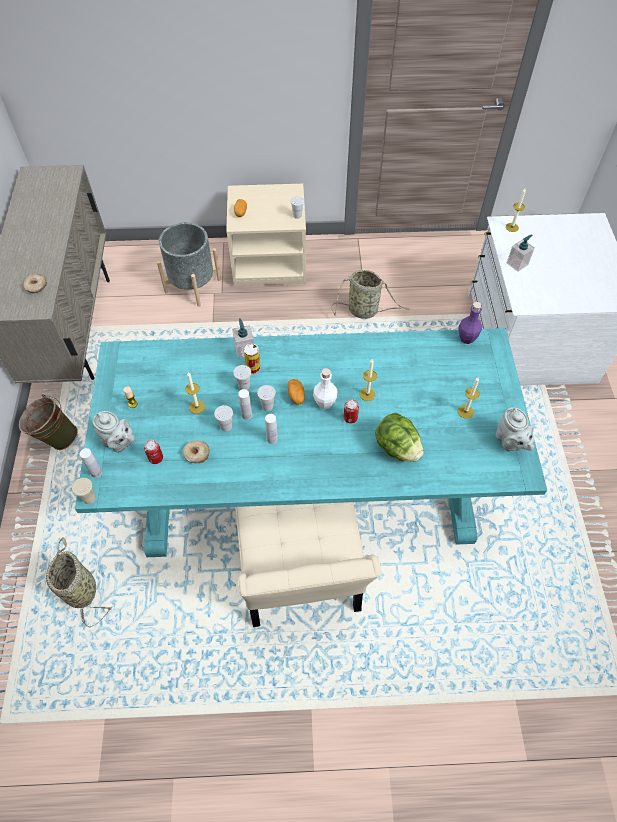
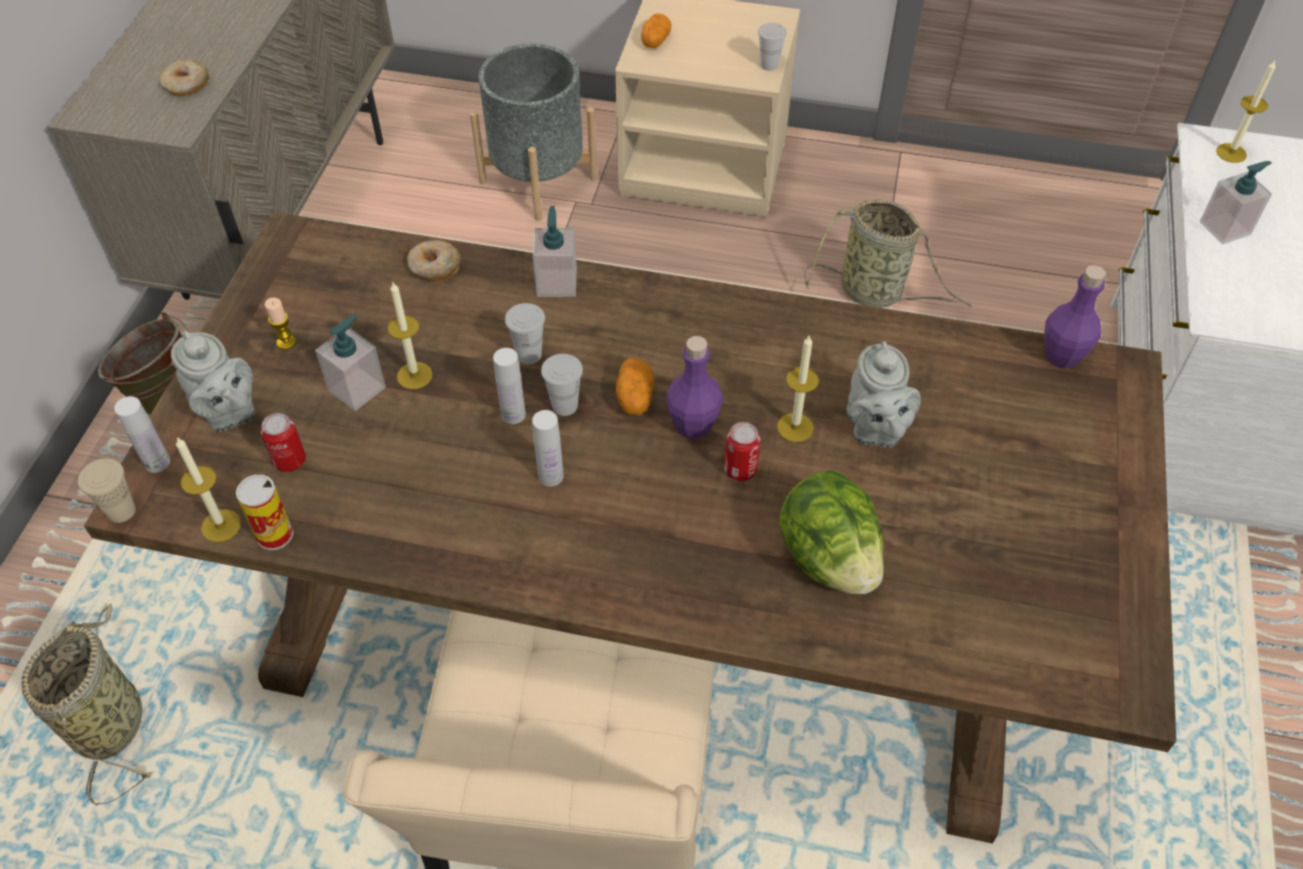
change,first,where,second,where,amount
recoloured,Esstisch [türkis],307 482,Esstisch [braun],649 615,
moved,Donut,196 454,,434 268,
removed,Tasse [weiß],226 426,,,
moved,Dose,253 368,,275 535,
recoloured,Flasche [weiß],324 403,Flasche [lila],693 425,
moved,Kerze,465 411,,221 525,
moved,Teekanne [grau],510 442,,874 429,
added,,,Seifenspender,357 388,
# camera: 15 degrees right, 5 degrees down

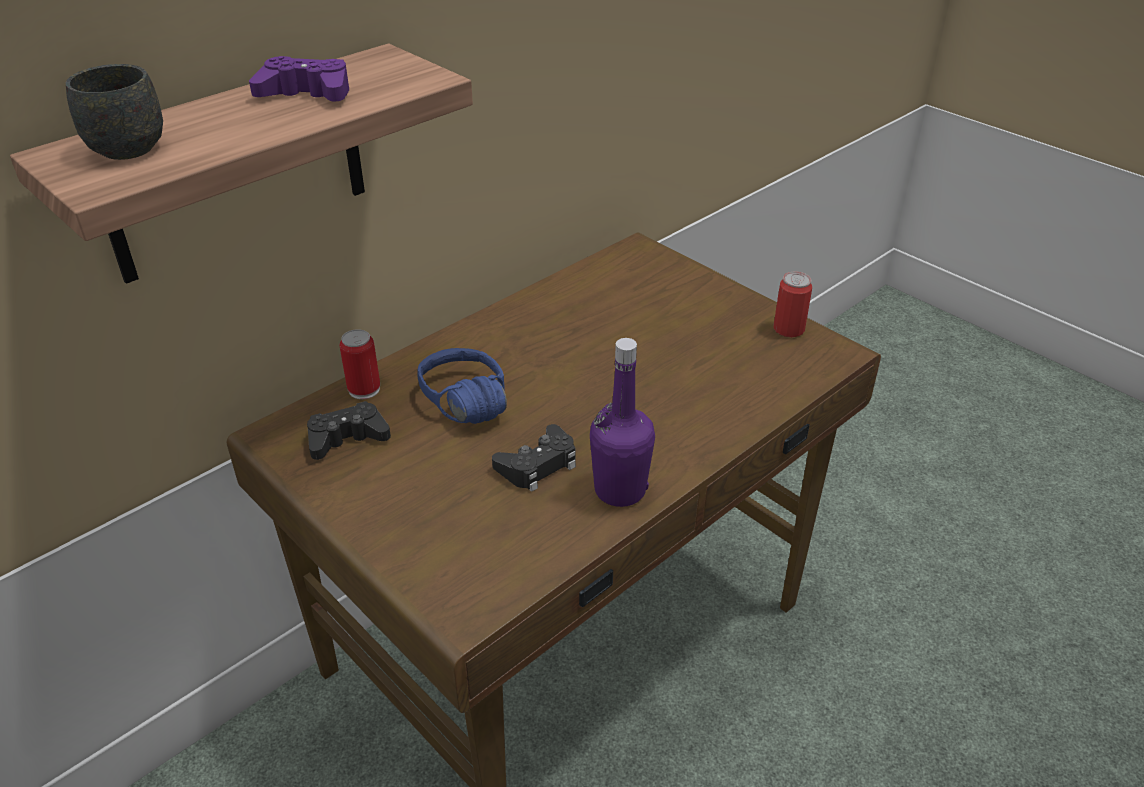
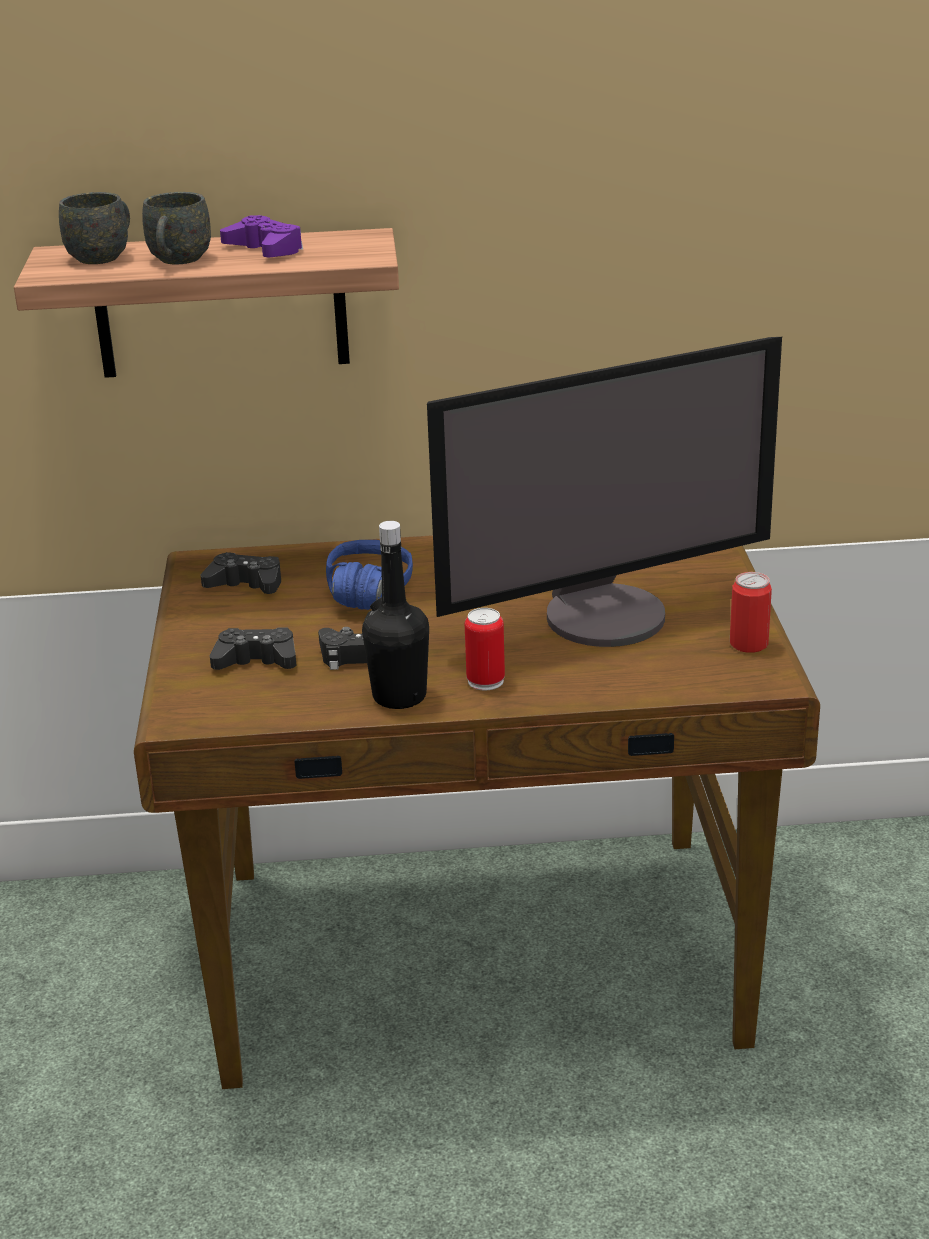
change,first,where,second,where,amount
moved,Dose,364 389,,485 681,
recoloured,Flasche [lila],620 490,Flasche [schwarz],399 696,
added,,,Henkelbecher [grau],177 261,
added,,,Gamepad [schwarz],256 660,
added,,,Monitor,605 615,
# camera: 40 degrees right, 10 degrees down

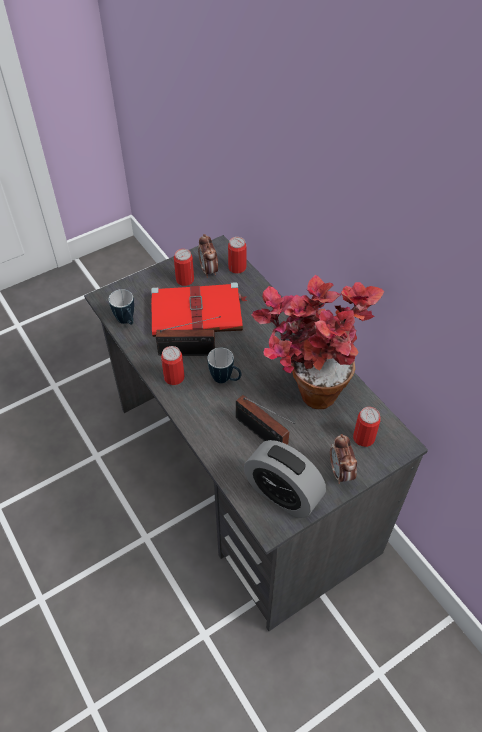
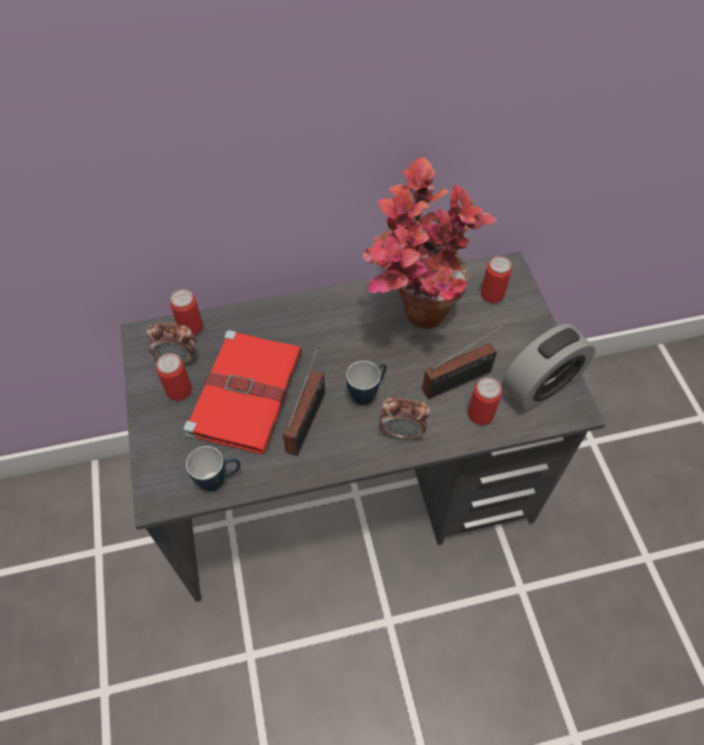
change,first,where,second,where,amount
moved,Dose,174 377,,480 414,
moved,Wecker,340 472,,402 431,
# camera: 70 degrees left, 5 degrees up

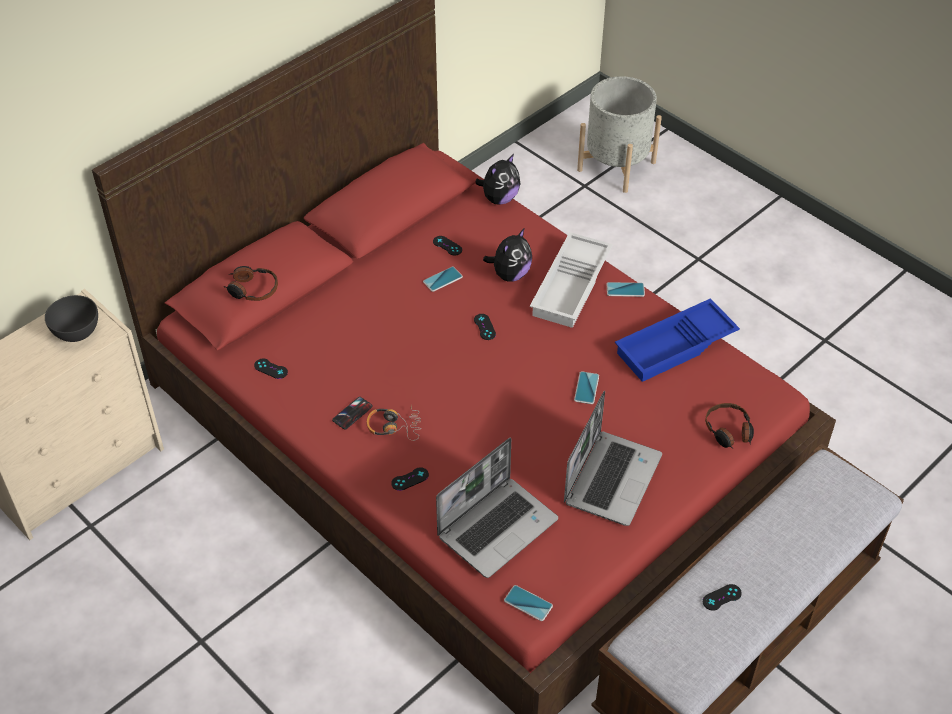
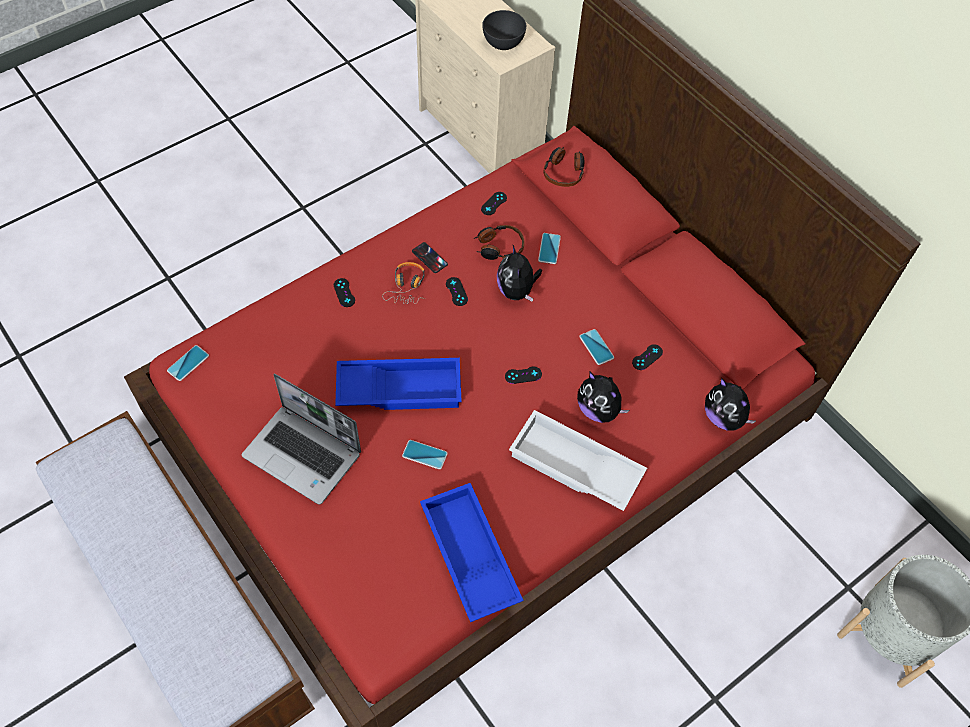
change,first,where,second,where,amount
removed,Laptop,497 527,,,
moved,Handy,625 290,,549 249,
moved,Gamepad [schwarz],722 597,,456 291,
moved,Kopfhörer,729 431,,499 247,
added,,,Tablett [blau],400 387,
added,,,Plüschtier,517 291,
# camera: 95 degrees right, 10 degrees up

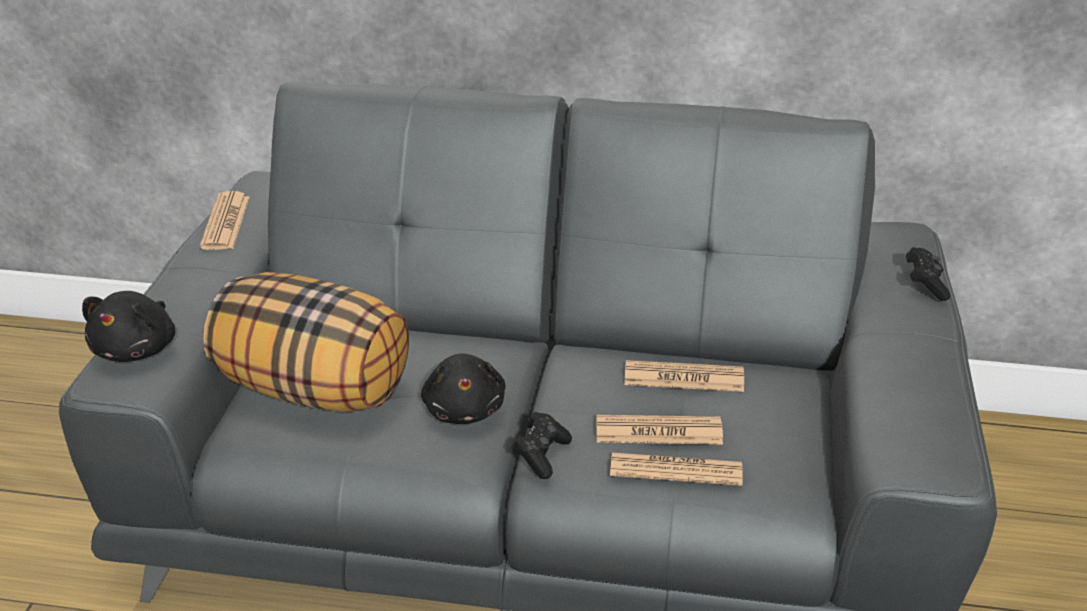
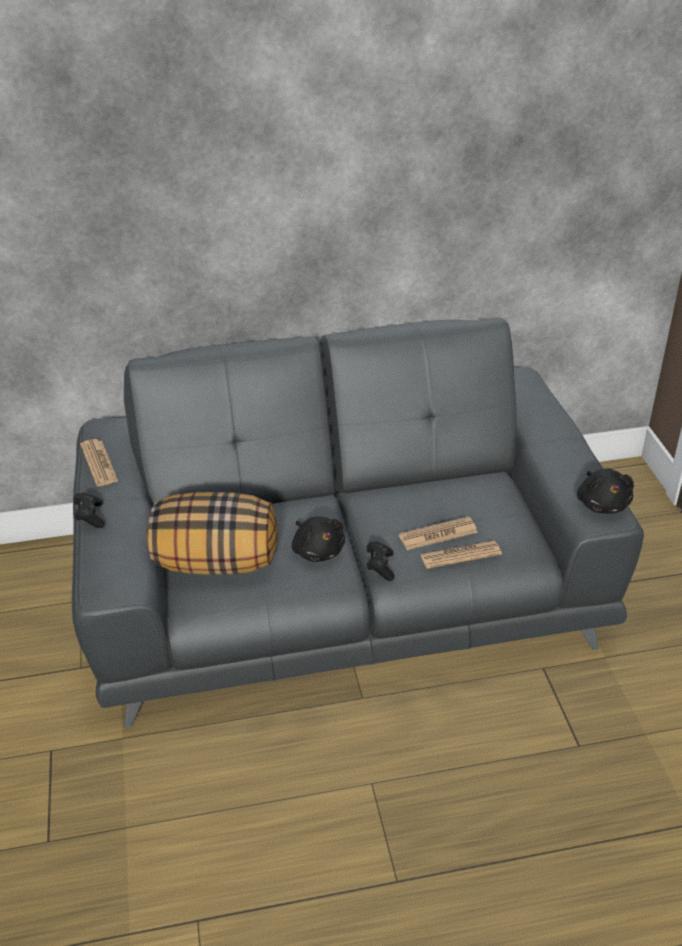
change,first,where,second,where,amount
moved,Plüschtier [schwarz],137 349,,602 503,
removed,Zeitung,683 378,,,
moved,Gamepad [schwarz],925 284,,90 517,
# camera: 20 degrees left, 5 degrees up

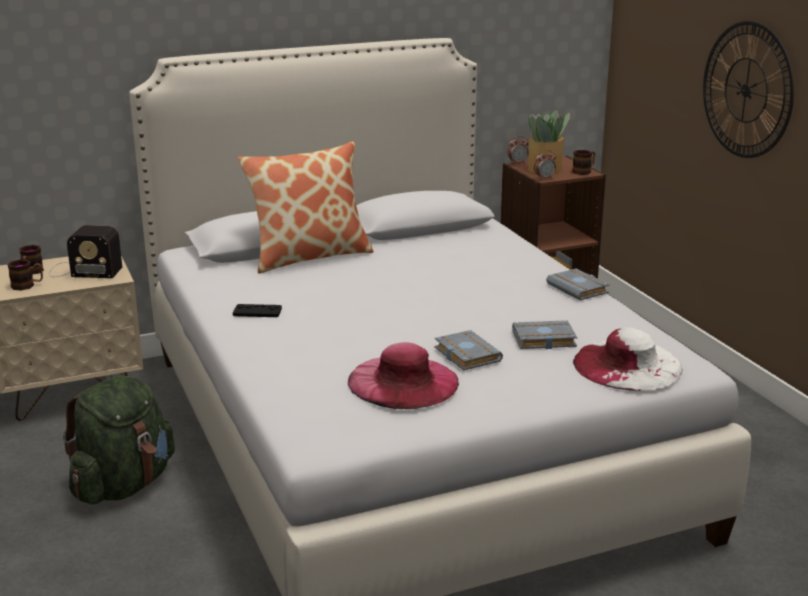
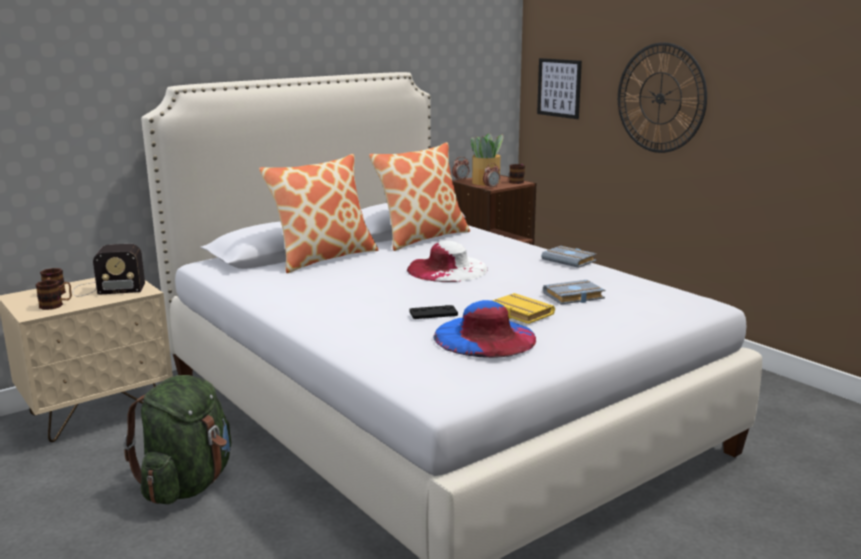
change,first,where,second,where,amount
moved,Gamepad [schwarz],257 312,,433 313,
recoloured,Hut [rosa],403 381,Hut [blau],485 337,
recoloured,Buch [grau],465 355,Buch [gelb],519 313,
moved,Hut [weiß],627 365,,447 269,
added,,,Kissen,421 238,
added,,,Bild,559 88,
# camera: 15 degrees left, 5 degrees down

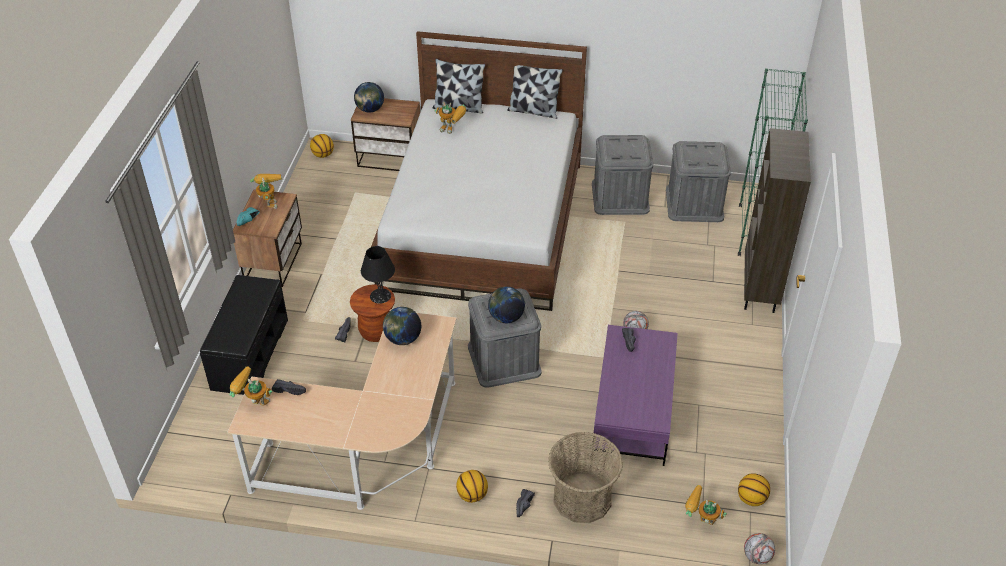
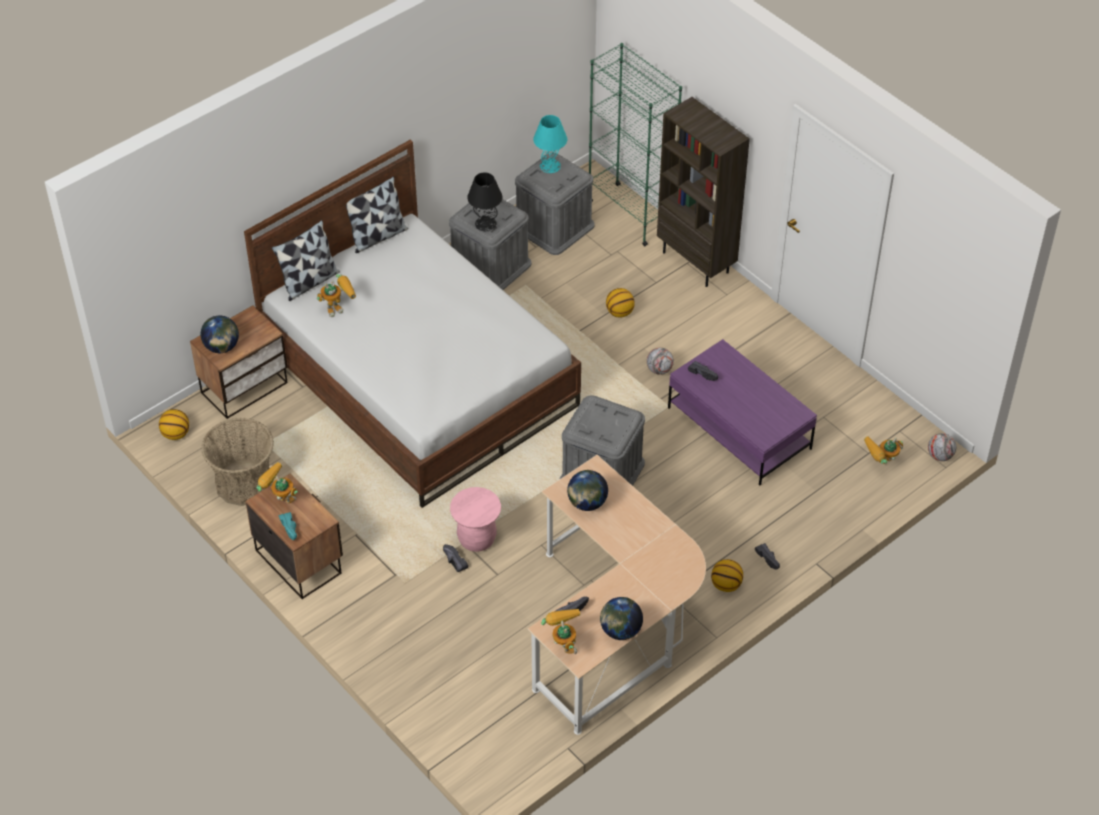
change,first,where,second,where,amount
removed,Bank [schwarz],249 354,,,
turned,Spielzeugroboter,253 404,,562 643,105 degrees clockwise
recoloured,Hocker [braun],376 332,Hocker [rosa],477 539,
moved,Tischlampe [schwarz],380 296,,486 223,
moved,Globus,506 317,,620 631,
moved,Korb,582 498,,244 483,
moved,Basketball,751 499,,619 312,
added,,,Tischlampe [türkis],550 165,
# camera: 50 degrees left, 5 degrees up

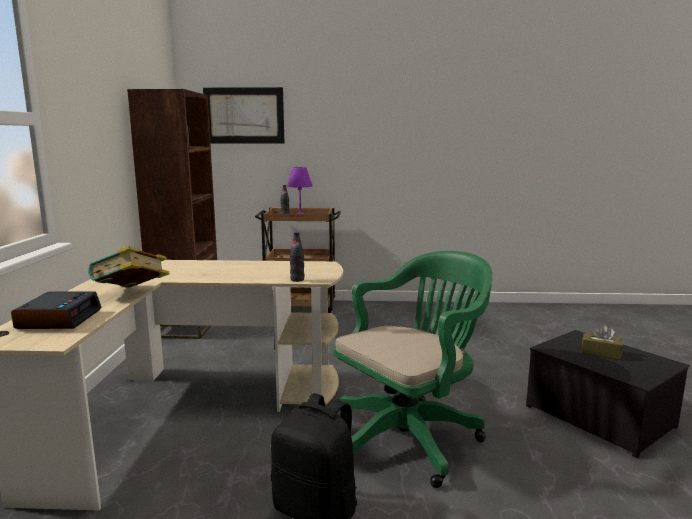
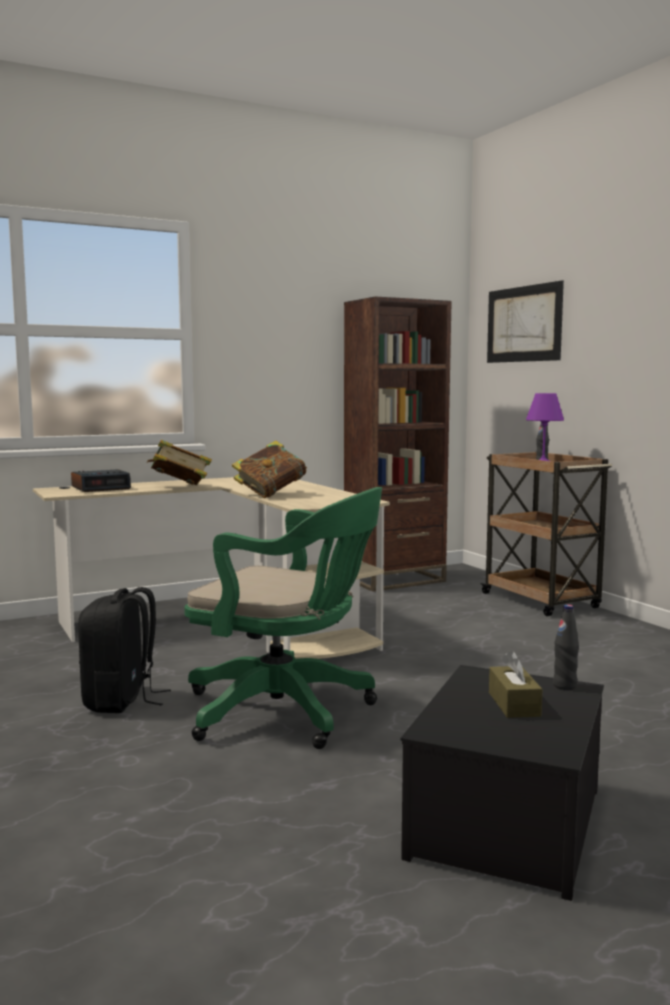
change,first,where,second,where,amount
moved,Flasche [schwarz],297 280,,564 686,
added,,,Buch,270 494,
# camera: 60 degrees right, 5 degrees down

